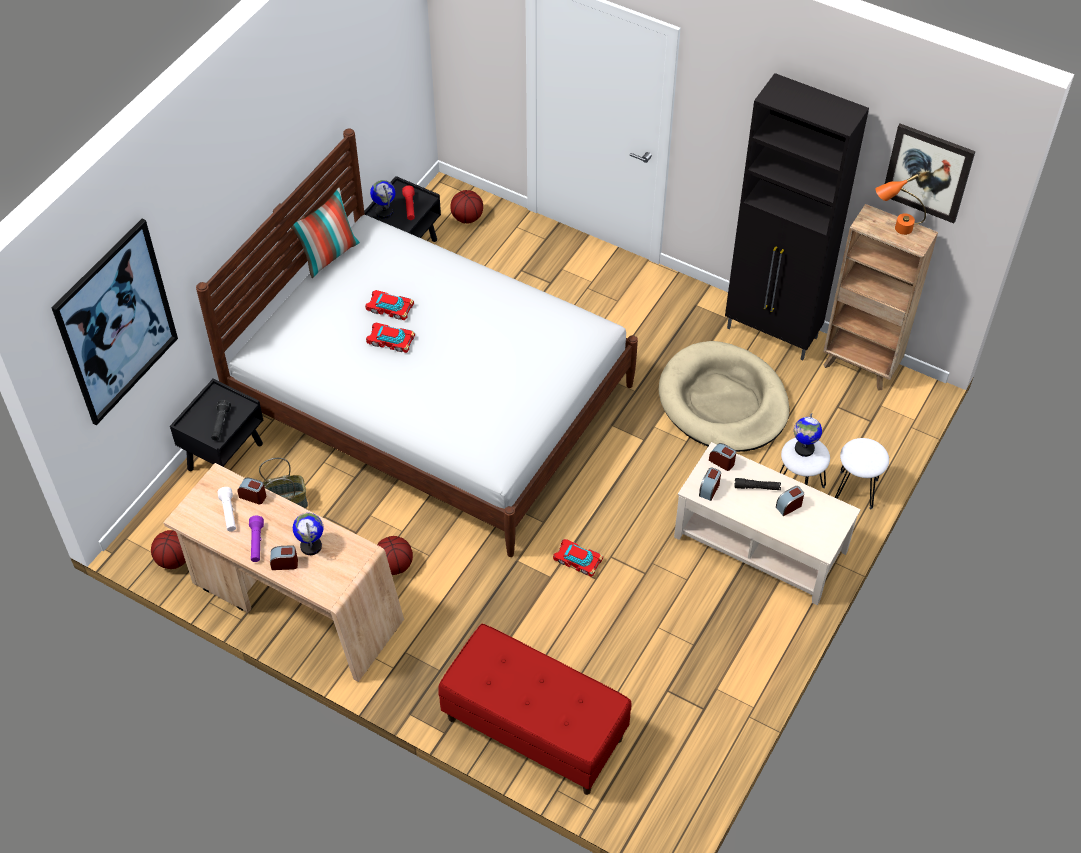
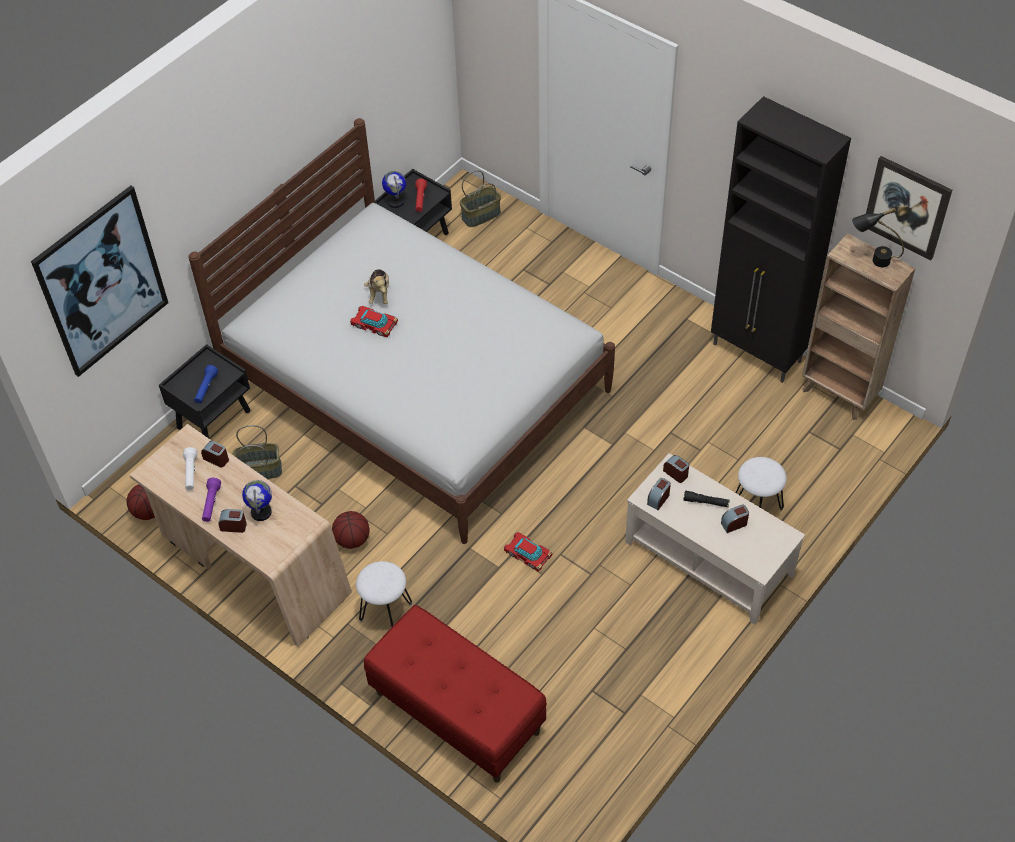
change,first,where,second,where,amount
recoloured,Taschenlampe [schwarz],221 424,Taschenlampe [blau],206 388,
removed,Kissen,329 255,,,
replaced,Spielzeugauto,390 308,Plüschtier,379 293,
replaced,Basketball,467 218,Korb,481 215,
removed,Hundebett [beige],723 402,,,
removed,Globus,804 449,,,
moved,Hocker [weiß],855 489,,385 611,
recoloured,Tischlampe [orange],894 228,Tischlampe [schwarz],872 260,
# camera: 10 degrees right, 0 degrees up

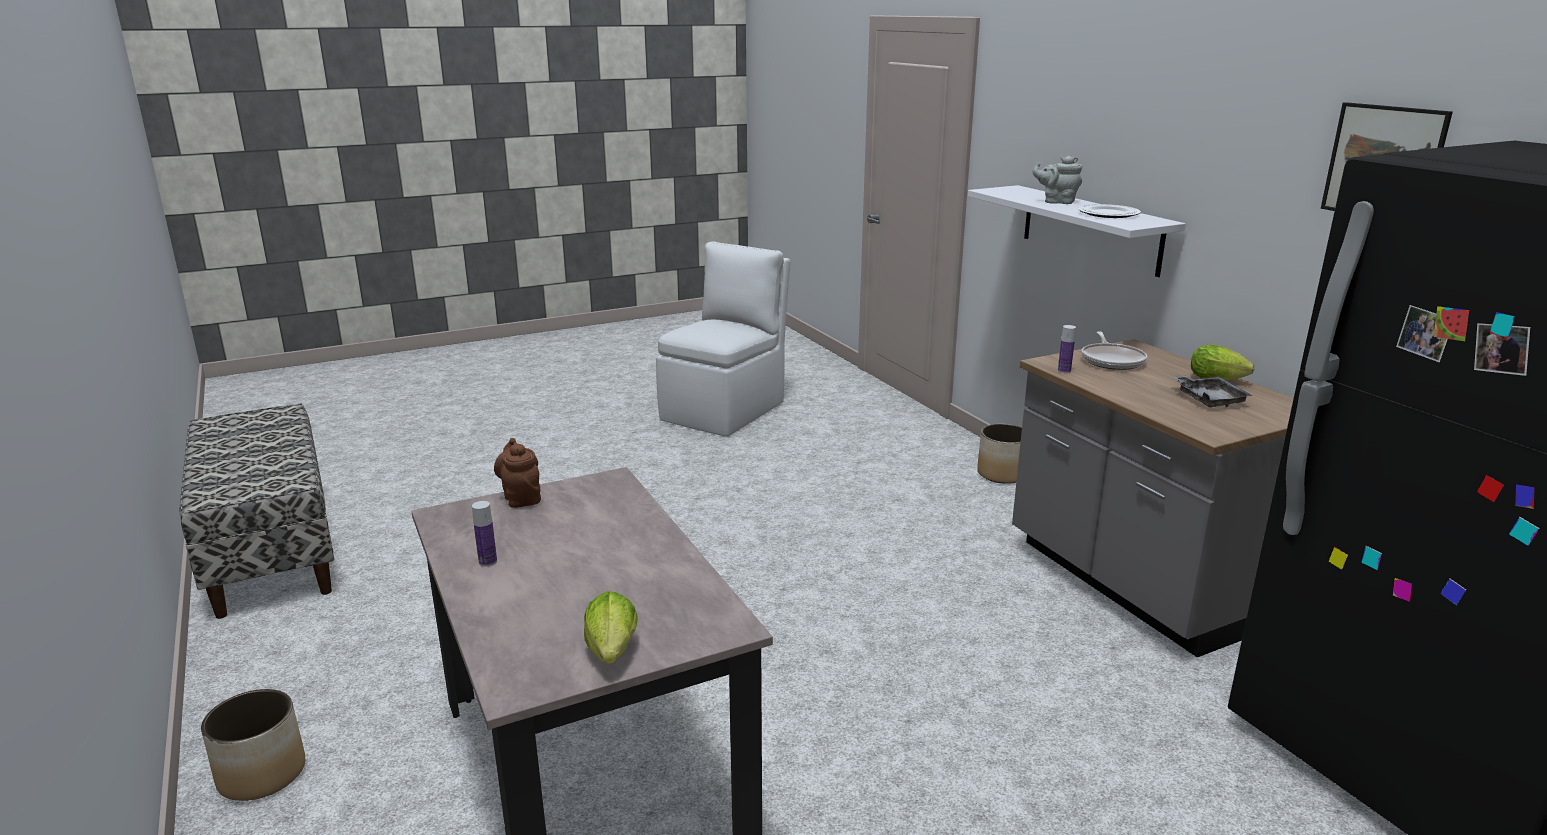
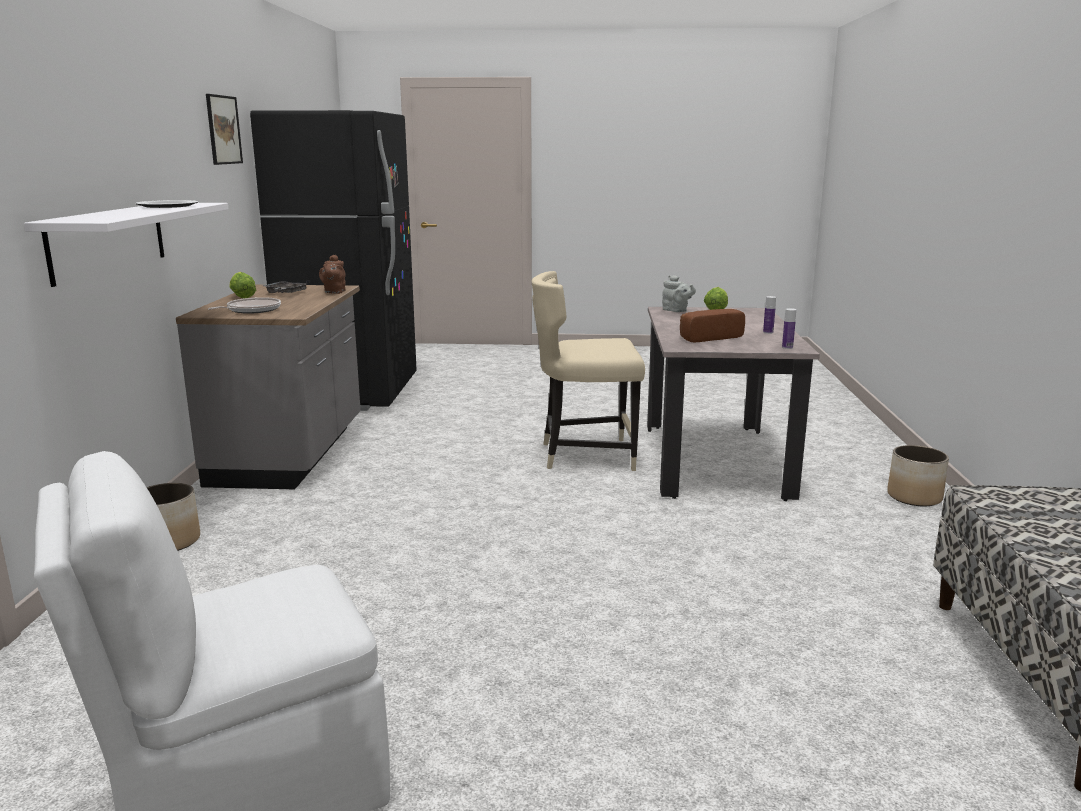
change,first,where,second,where,amount
moved,Teekanne [braun],521 498,,334 292,
moved,Teekanne [grau],1057 201,,676 311,
moved,Flasche,1064 371,,787 347,
added,,,Stuhl [beige],585 455,
added,,,Brot,708 337,
# camera: 150 degrees left, 5 degrees down

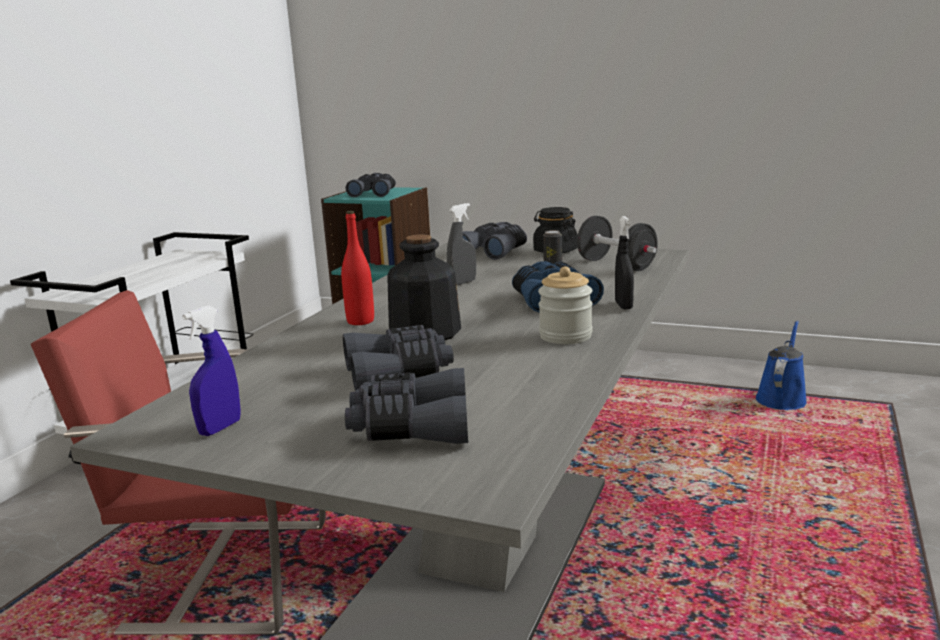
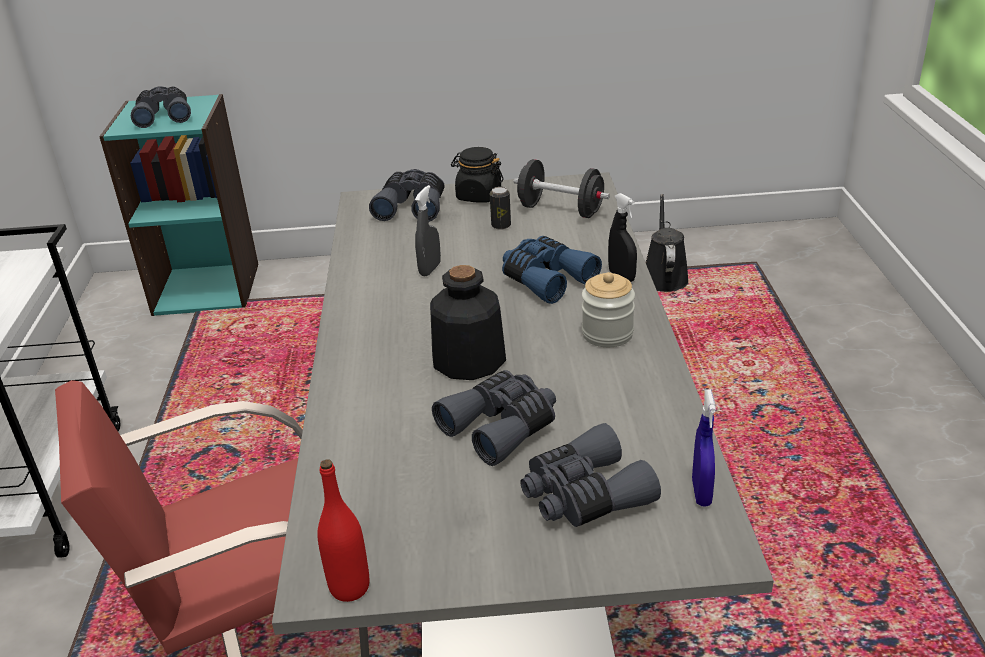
change,first,where,second,where,amount
moved,Sprühflasche [blau],220 428,,701 492,
moved,Flasche [rot],360 321,,349 587,
recoloured,Gießkanne [blau],781 399,Gießkanne [schwarz],664 277,
# camera: 25 degrees left, 15 degrees up

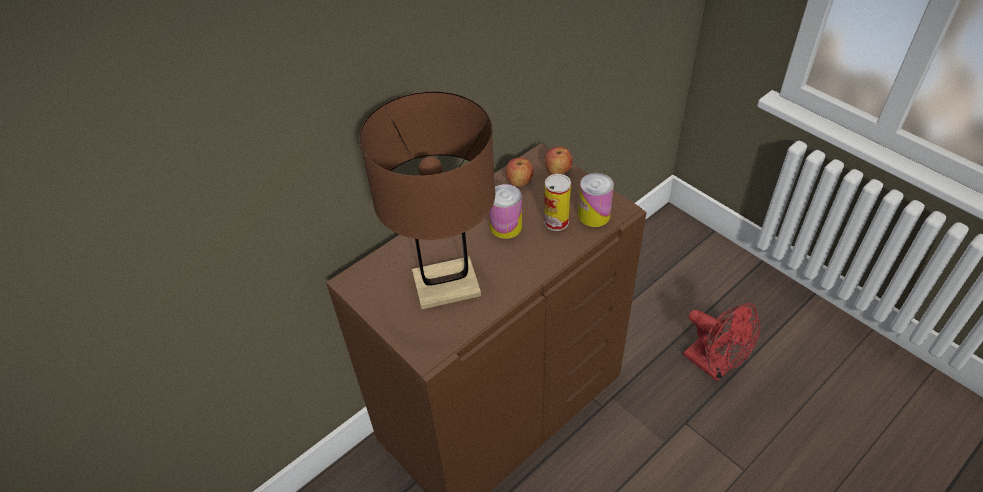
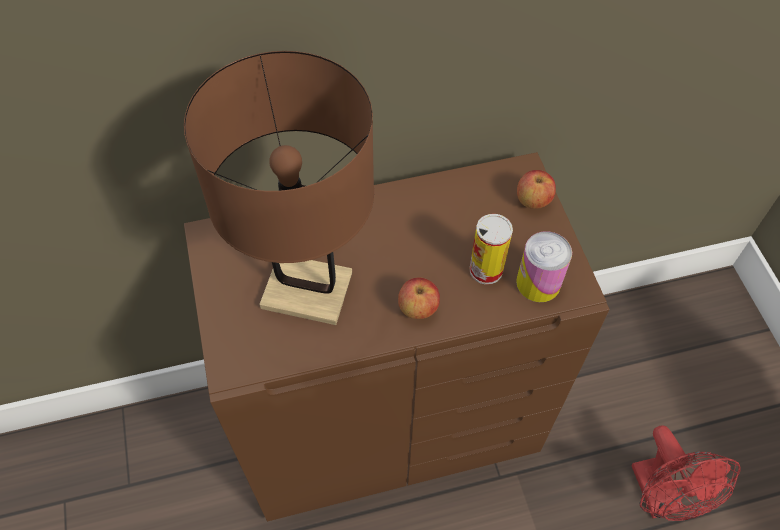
change,first,where,second,where,amount
removed,Dose,506 226,,,
moved,Apfel,519 182,,418 308,
# camera: 25 degrees right, 10 degrees up

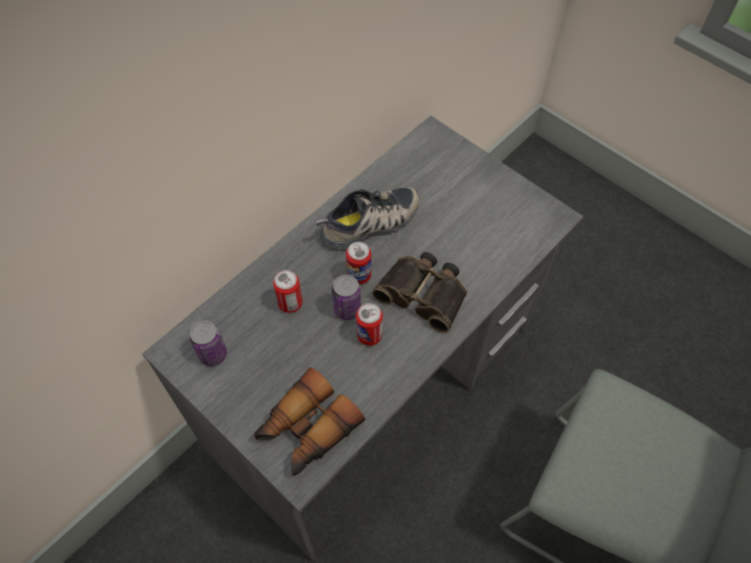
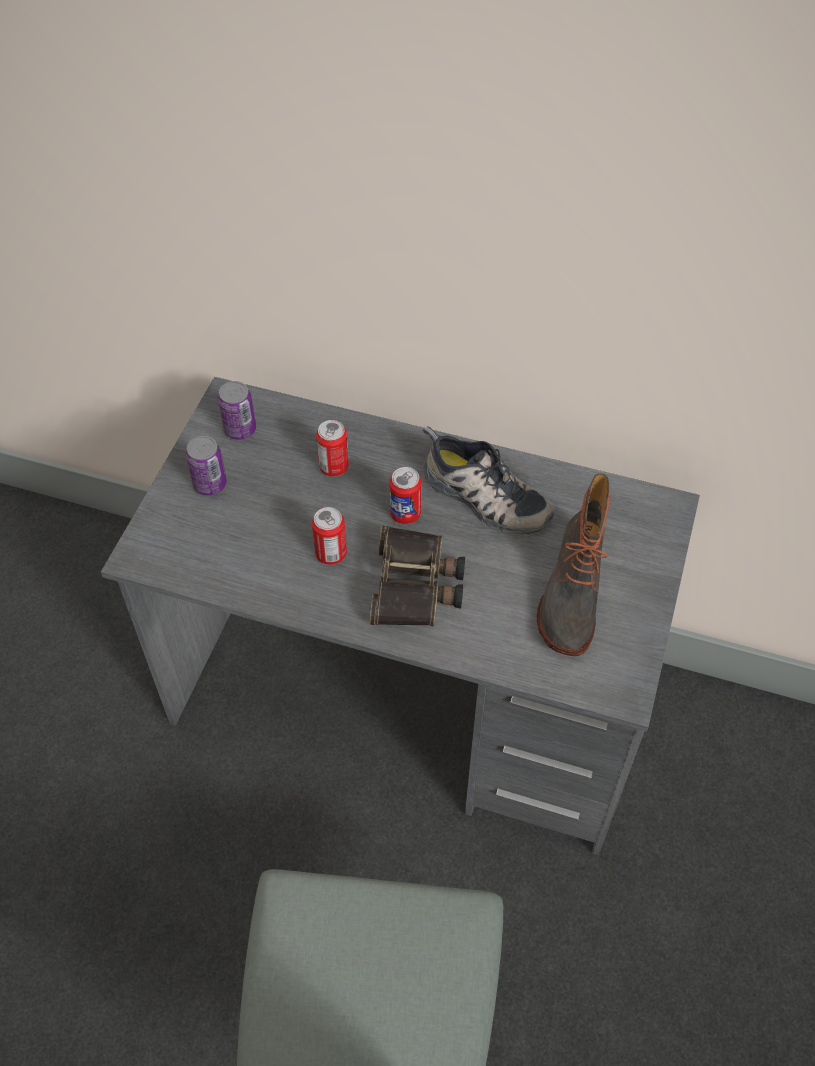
change,first,where,second,where,amount
removed,Fernglas,307 430,,,
moved,Dose,347 309,,210 484,
added,,,Stiefel,570 594,
# camera: 65 degrees right, 5 degrees down

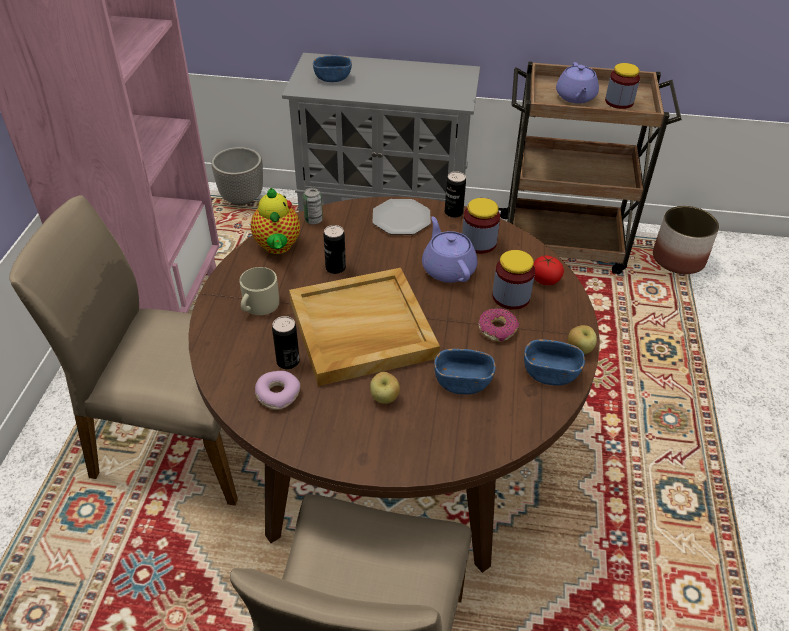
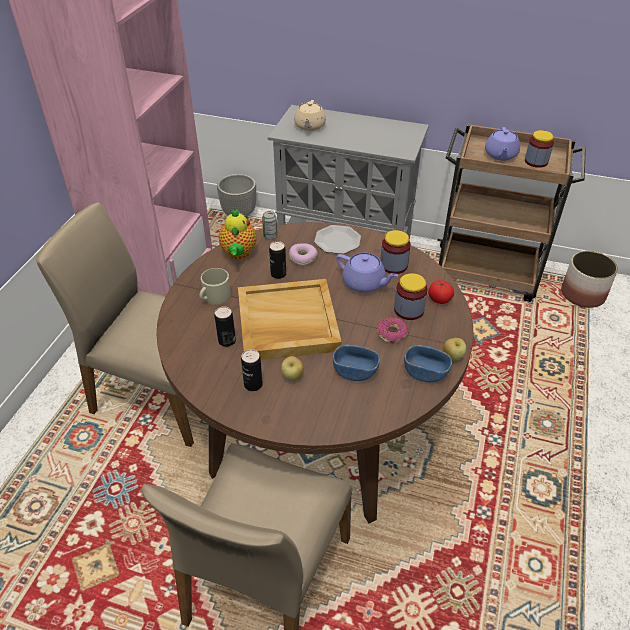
change,first,where,second,where,amount
moved,Donut,278 394,,302 258,
replaced,Schüssel [blau],333 78,Teekanne [beige],309 126,
turned,Teekanne [lila],448 269,,364 283,135 degrees clockwise
moved,Dose,453 212,,253 384,
# camera: 10 degrees right, 0 degrees up

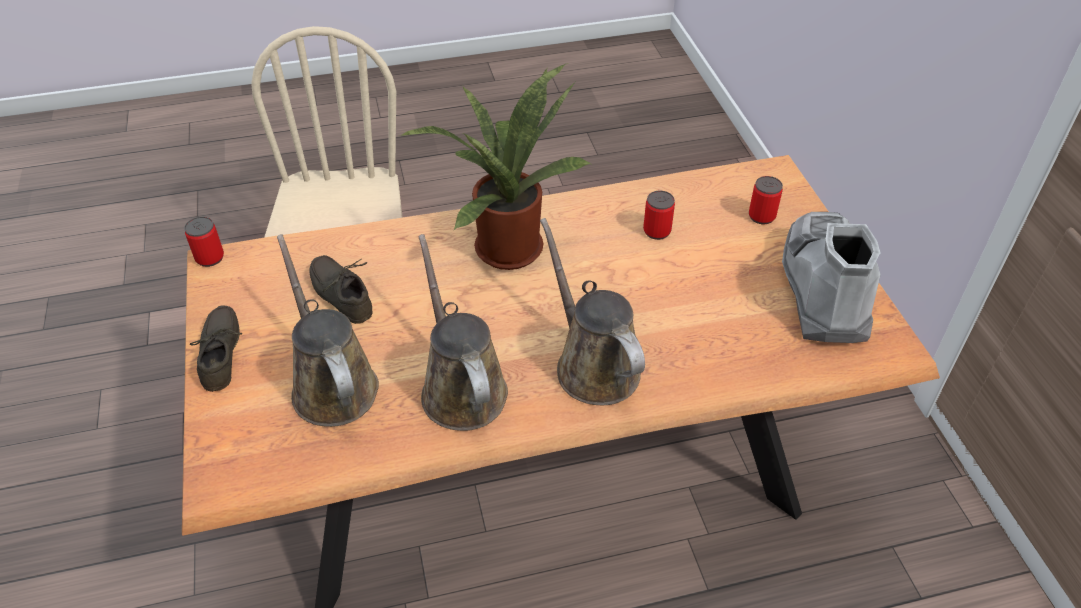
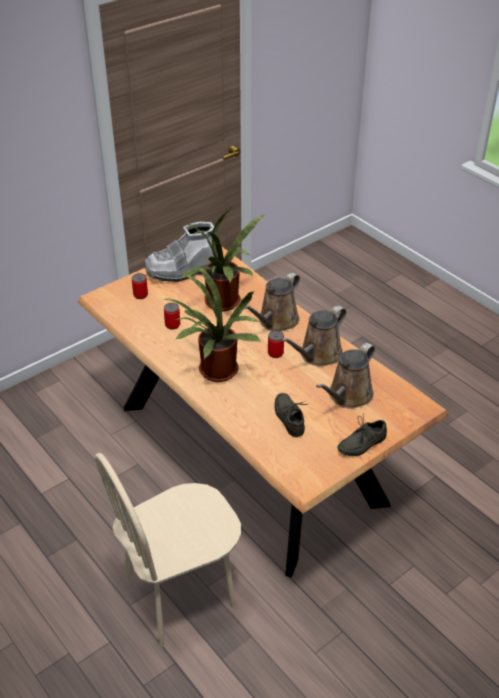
change,first,where,second,where,amount
moved,Dose,210 258,,275 353,
turned,Schuh [grau],344 294,,291 418,135 degrees clockwise
added,,,Topfpflanze,224 304,
# camera: 115 degrees left, 5 degrees down

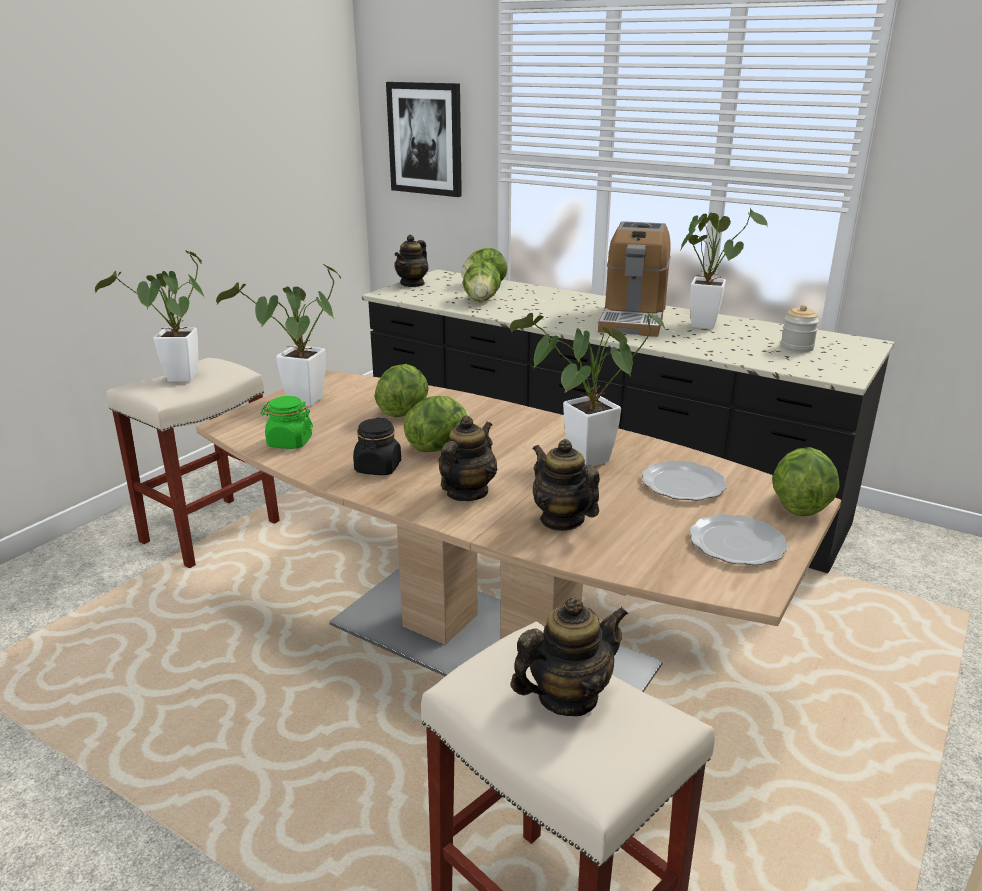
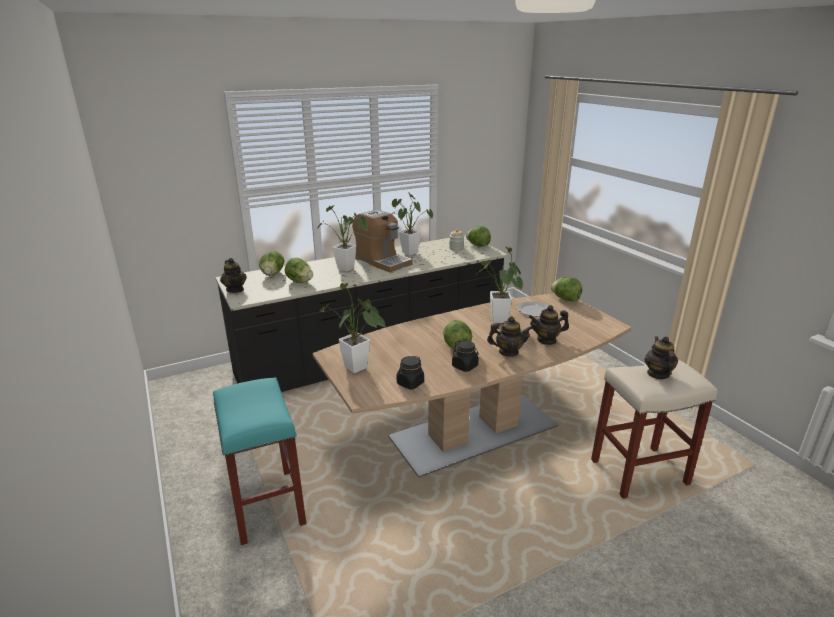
change,first,where,second,where,amount
moved,Topfpflanze,180 380,,348 269,
recoloured,Hocker [beige],211 531,Hocker [türkis],266 504,
recoloured,Vorratsglas [grün],289 442,Vorratsglas [schwarz],410 383,
moved,Salatkopf,403 412,,478 245,
removed,Bild,425 139,,,
turned,Teekanne,467 493,,508 352,120 degrees clockwise
removed,Teller,735 543,,,
# camera: 60 degrees left, 0 degrees up

